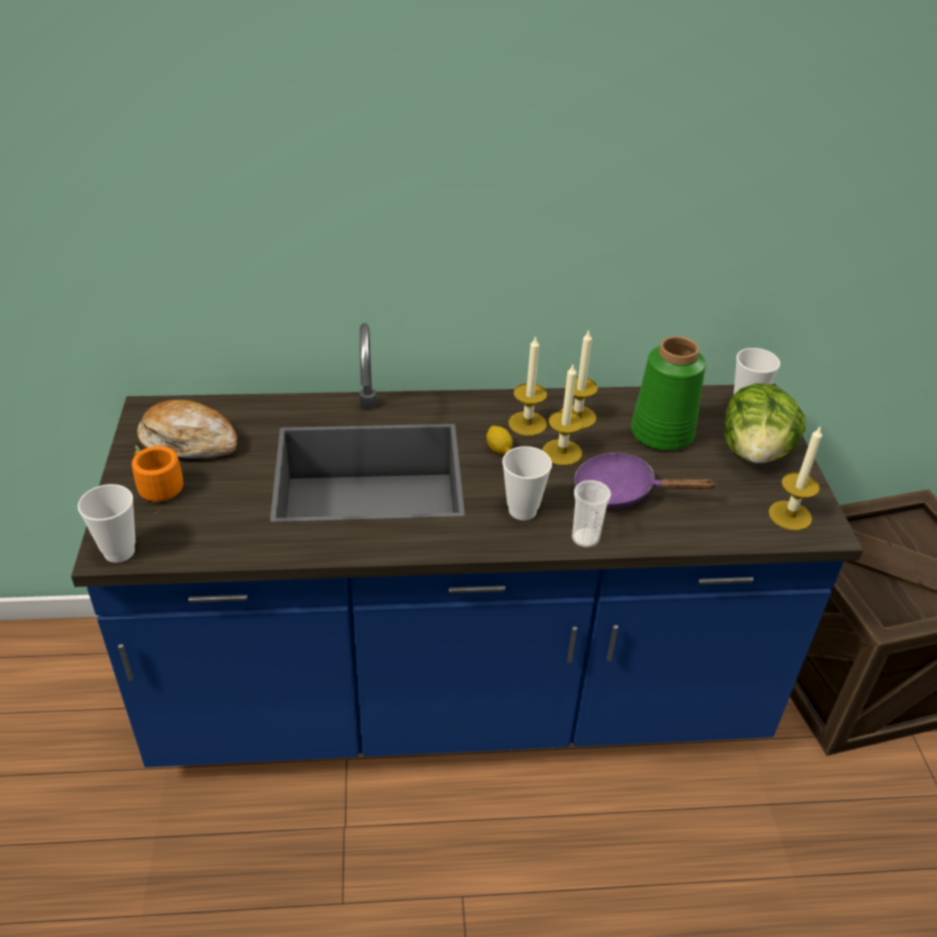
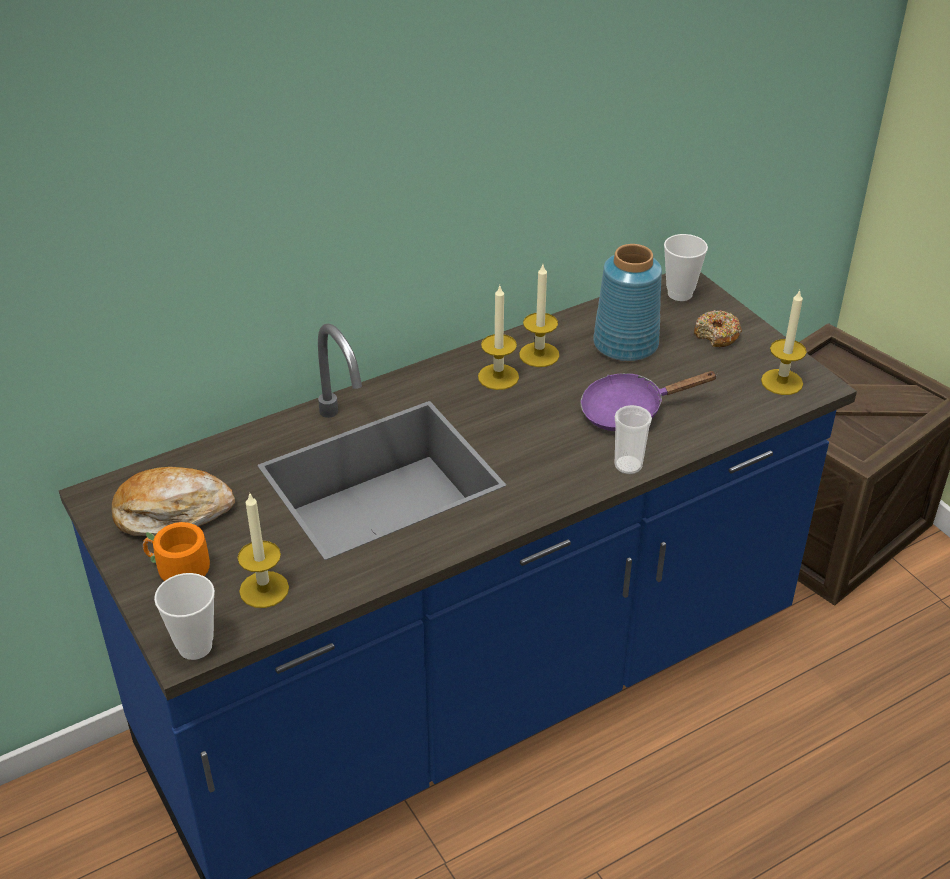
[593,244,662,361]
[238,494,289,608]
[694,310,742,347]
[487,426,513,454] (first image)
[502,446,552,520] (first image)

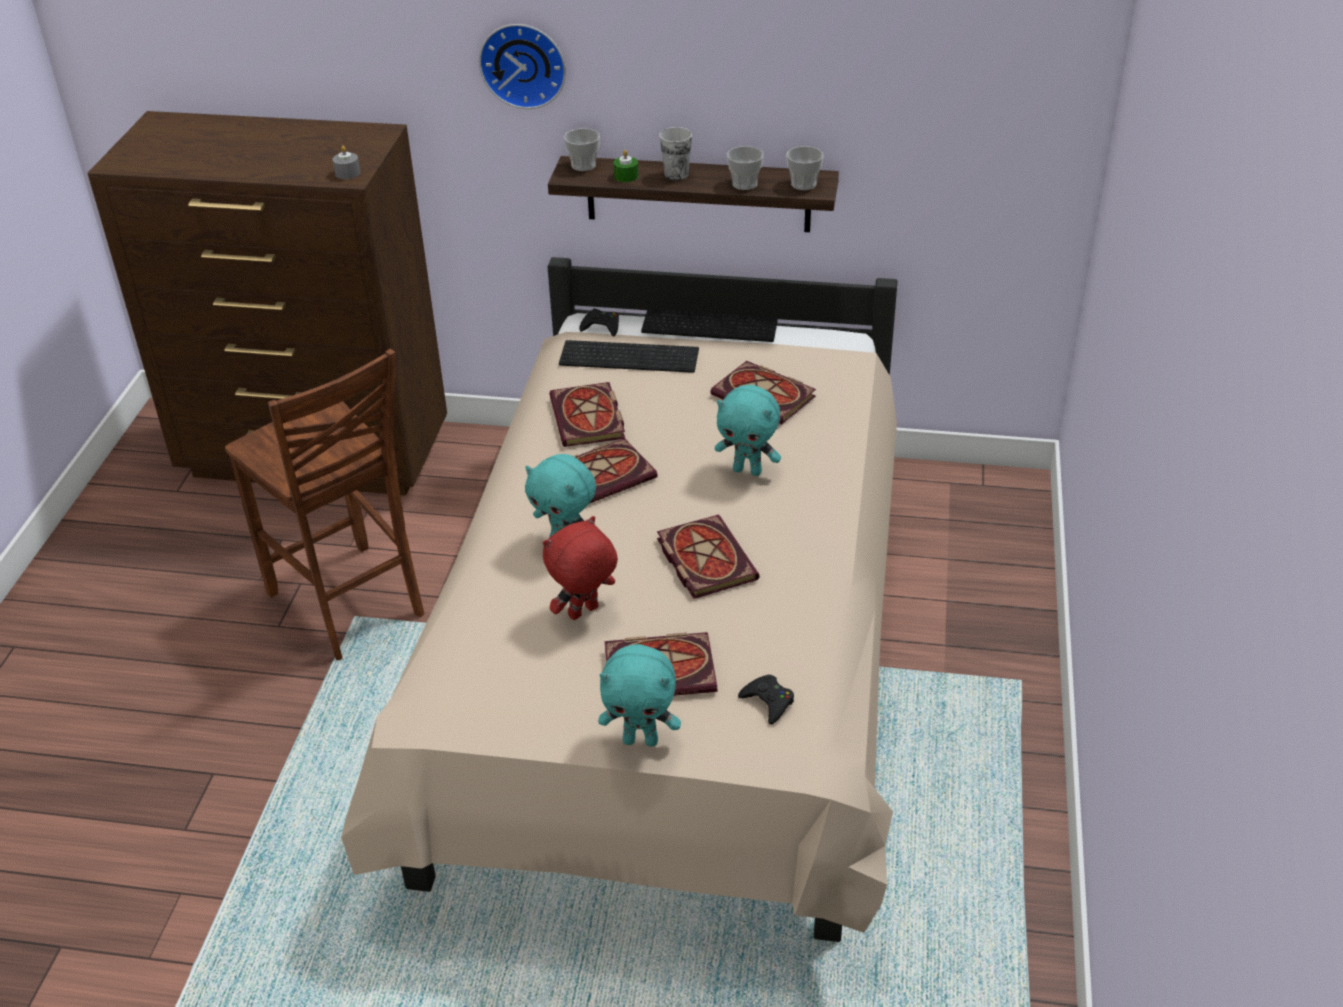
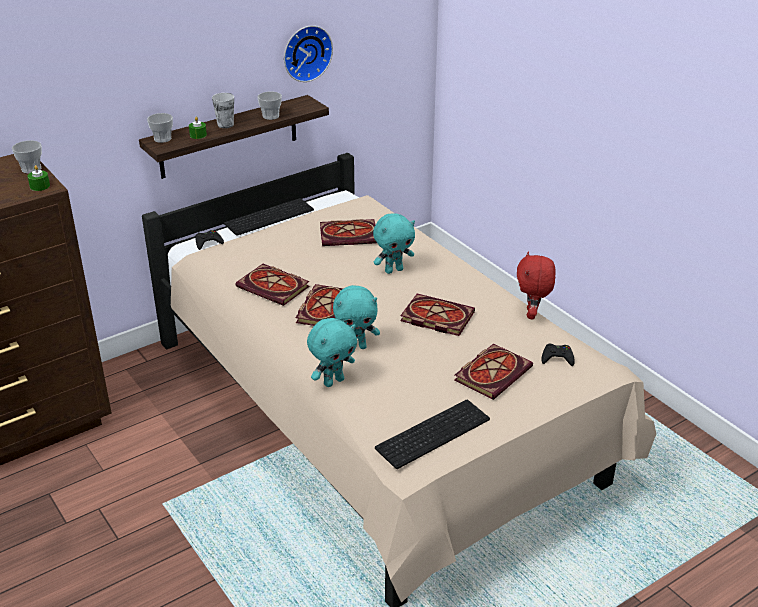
[284,25,333,82]
[27,165,50,191]
[12,140,42,174]
[375,400,490,469]
[225,349,424,660] (first image)
[517,252,556,319]
[307,318,357,387]

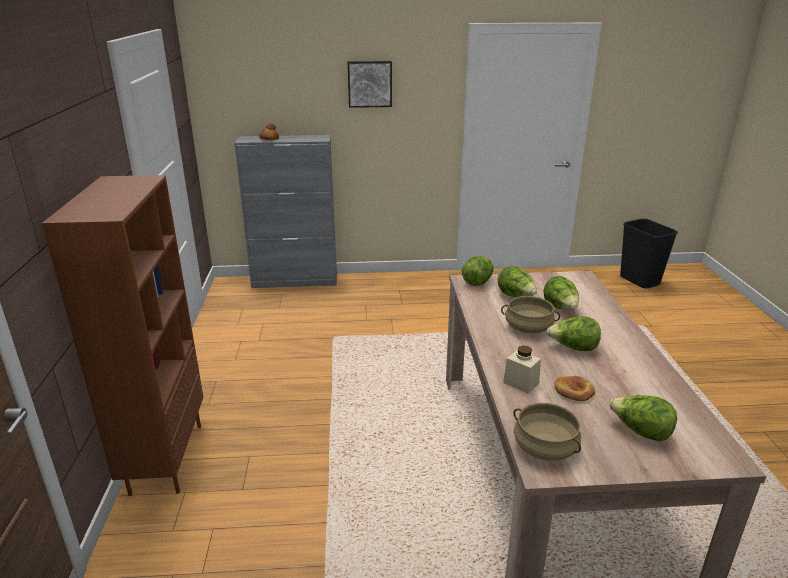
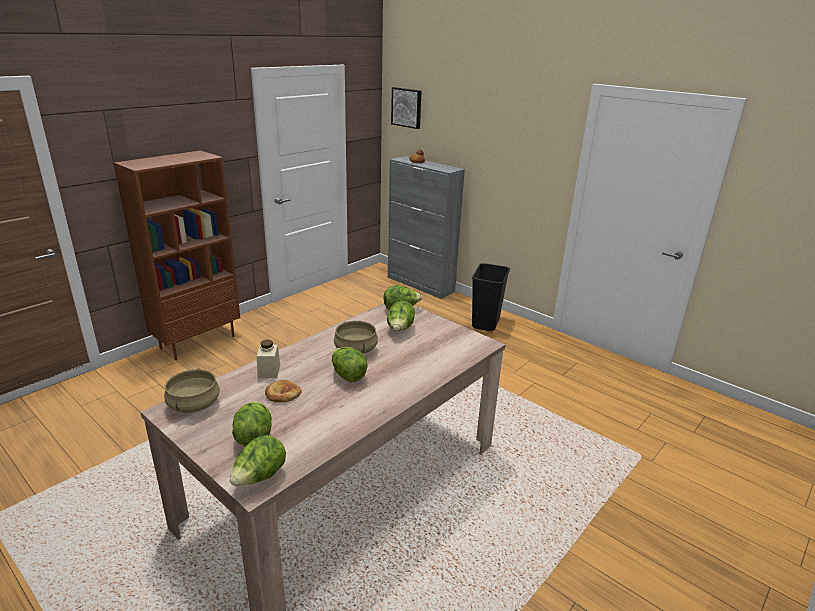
[391,87,422,129]
[472,263,510,331]
[230,435,286,486]

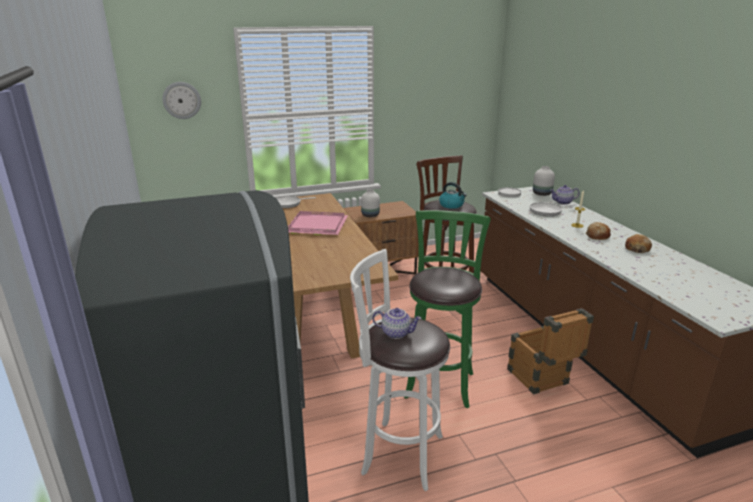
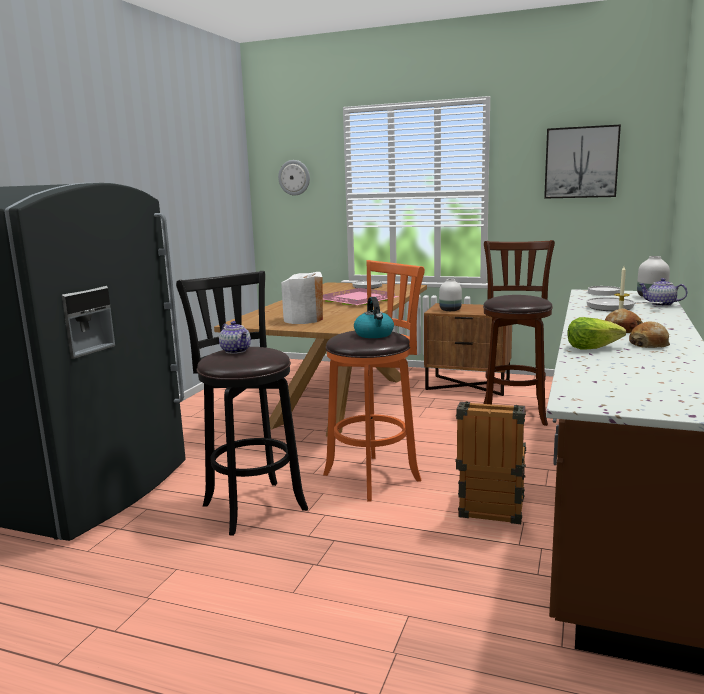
[354,297,394,338]
[323,260,425,502]
[176,271,308,536]
[544,124,621,199]
[281,272,323,324]
[567,317,626,350]

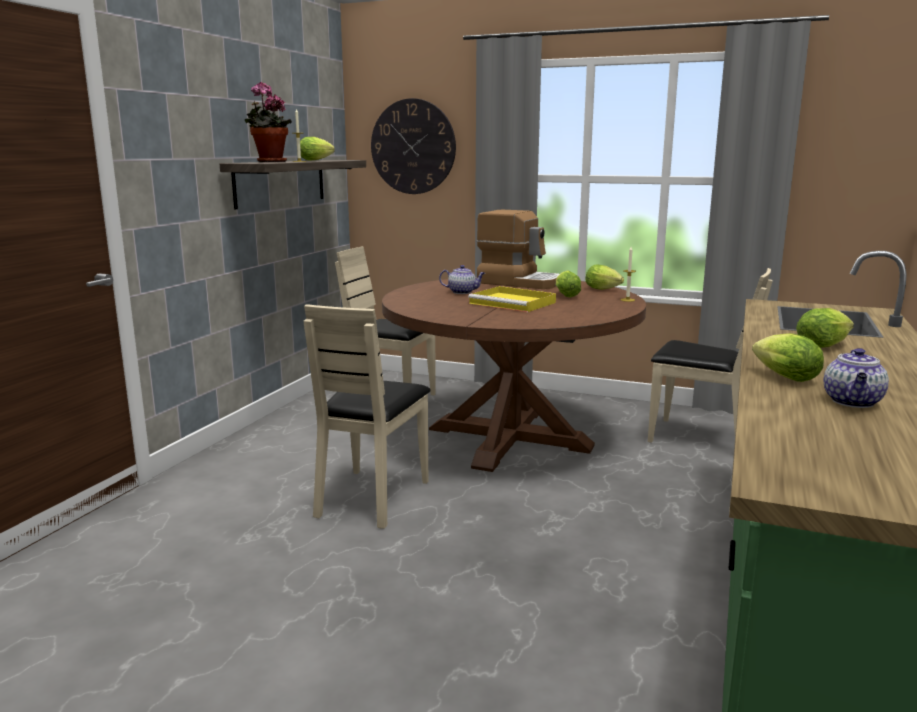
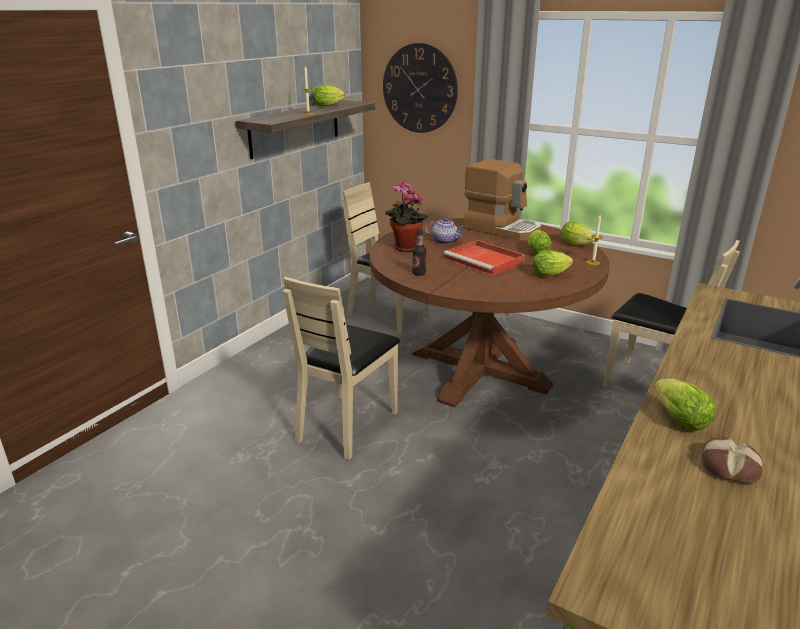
[385,181,428,252]
[444,240,525,276]
[532,250,573,276]
[702,437,763,483]
[412,228,426,276]

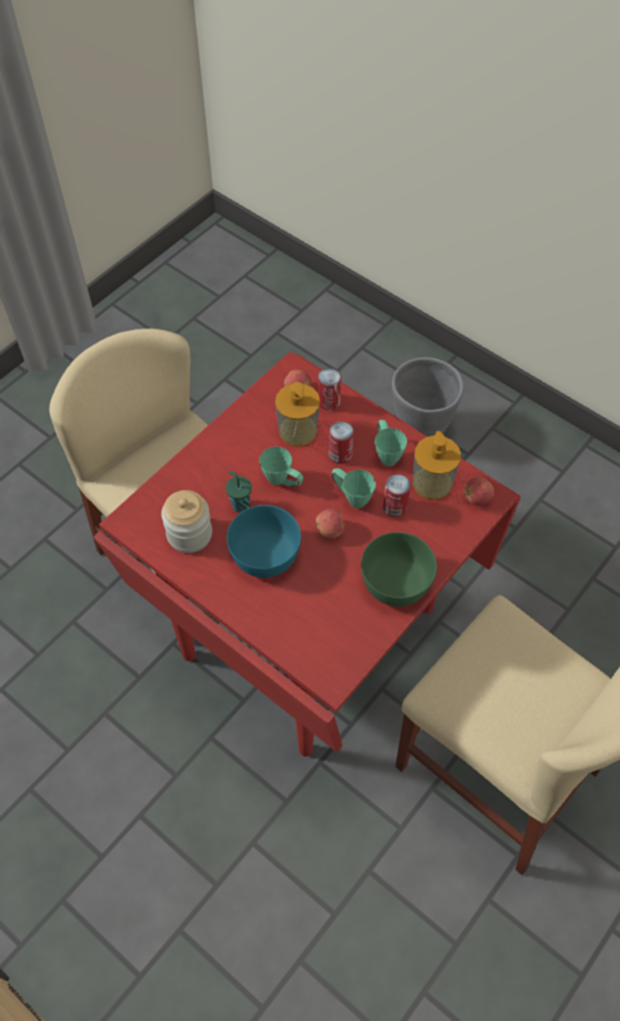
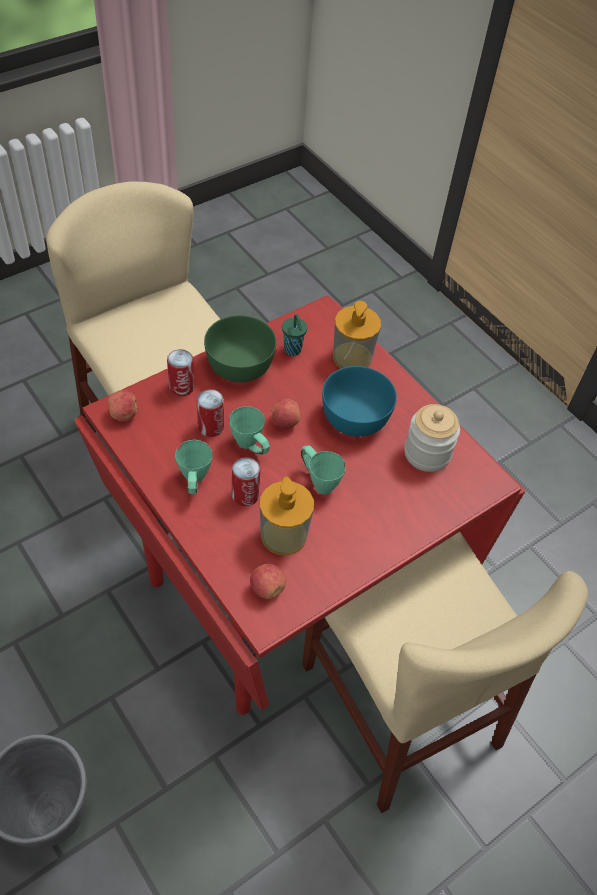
[167,349,195,396]
[333,301,381,368]
[282,314,307,356]

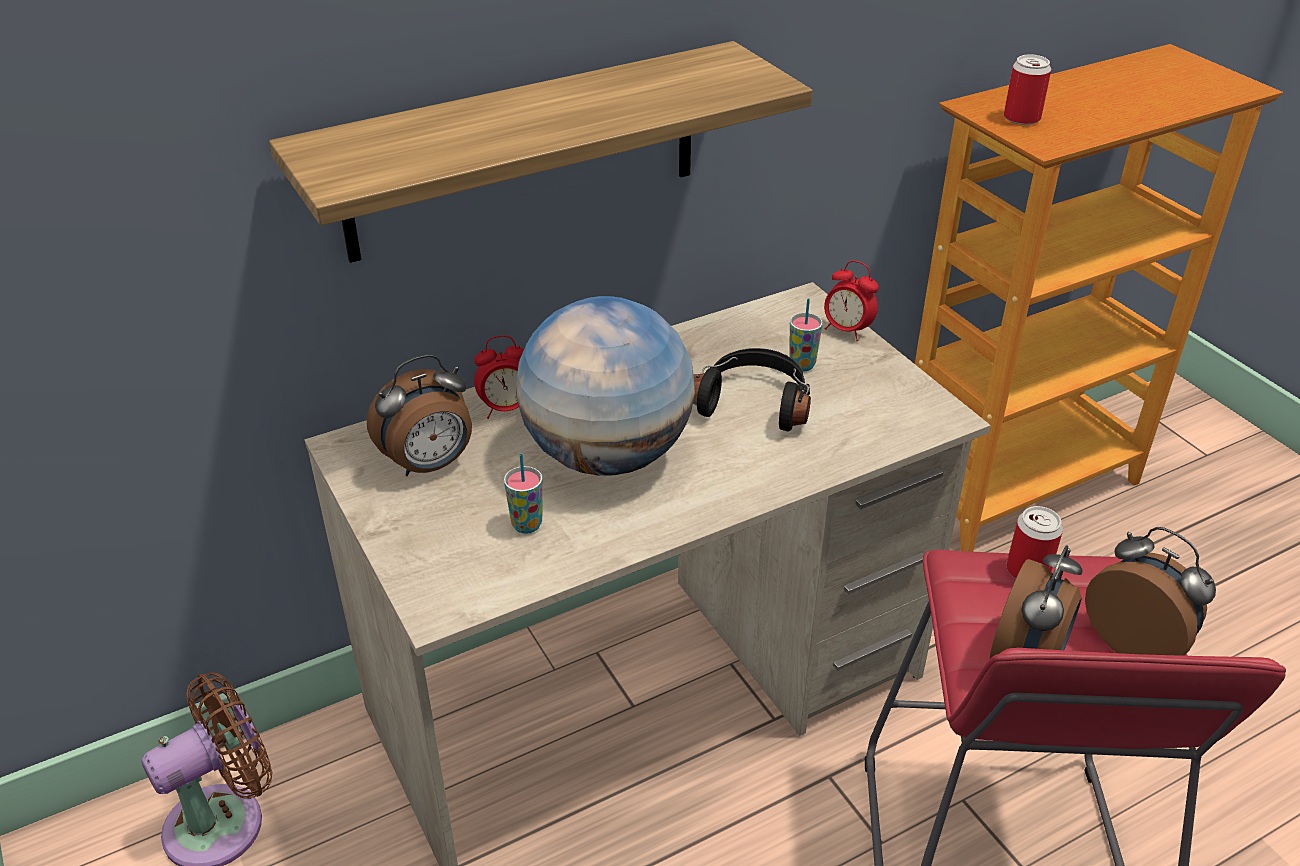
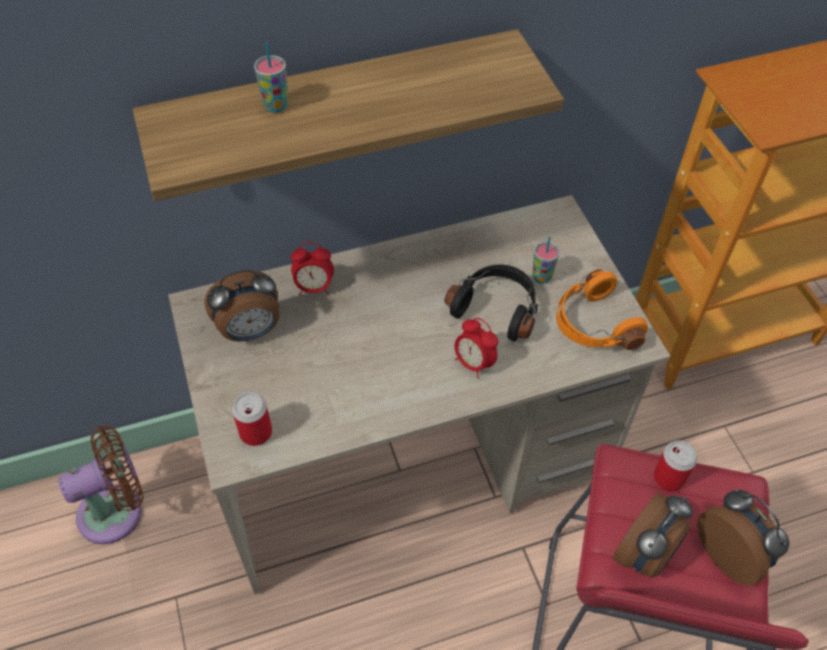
[232,392,272,446]
[455,318,498,378]
[516,296,695,475] (first image)
[254,42,288,113]
[556,269,648,350]

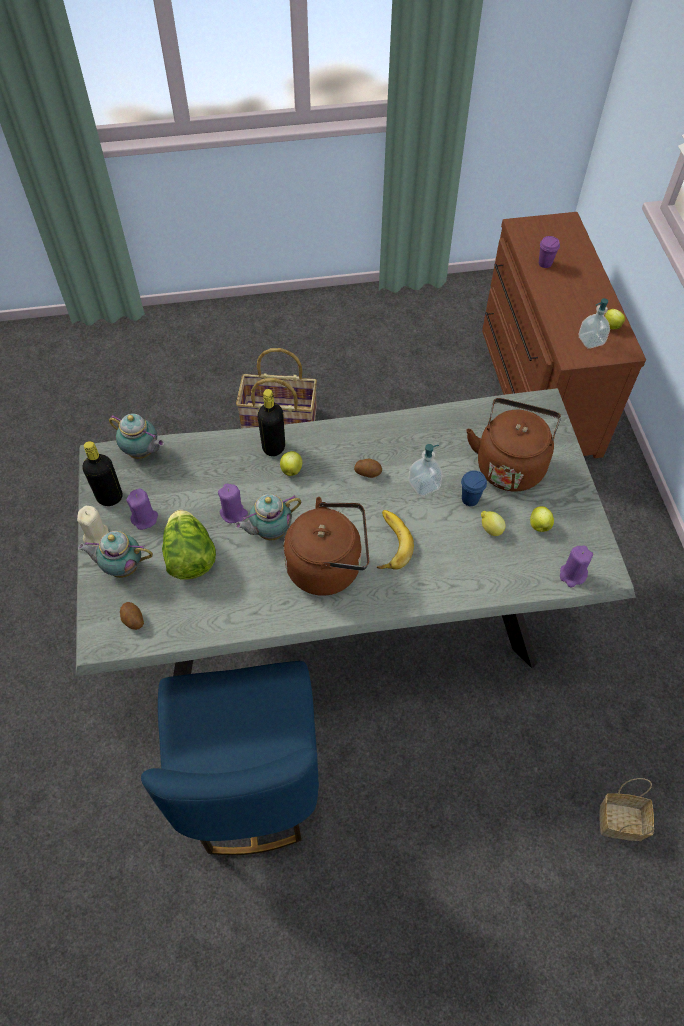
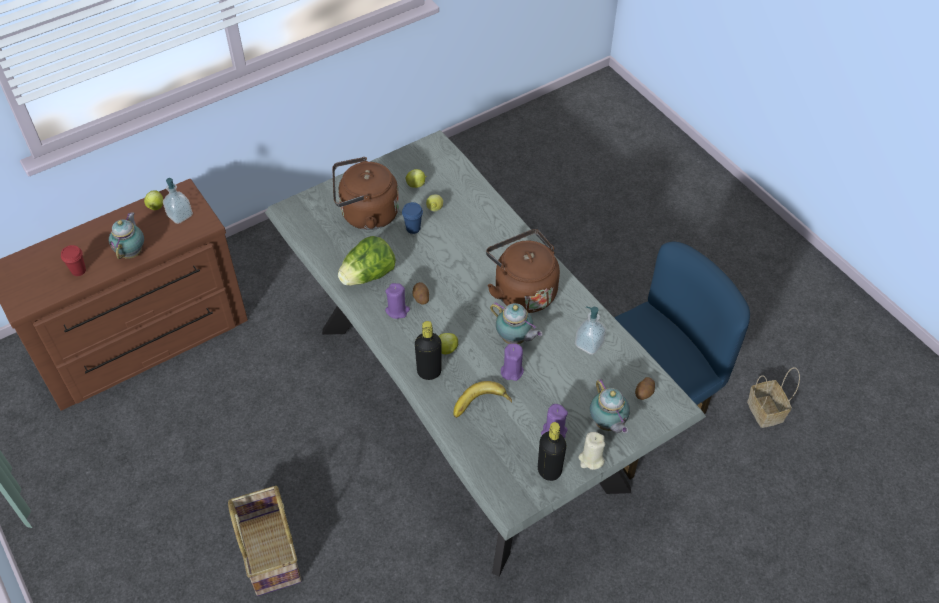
[61,245,86,276]
[109,212,144,259]
[575,306,606,355]
[338,236,396,286]
[454,381,512,418]
[385,283,410,319]
[747,367,800,428]

